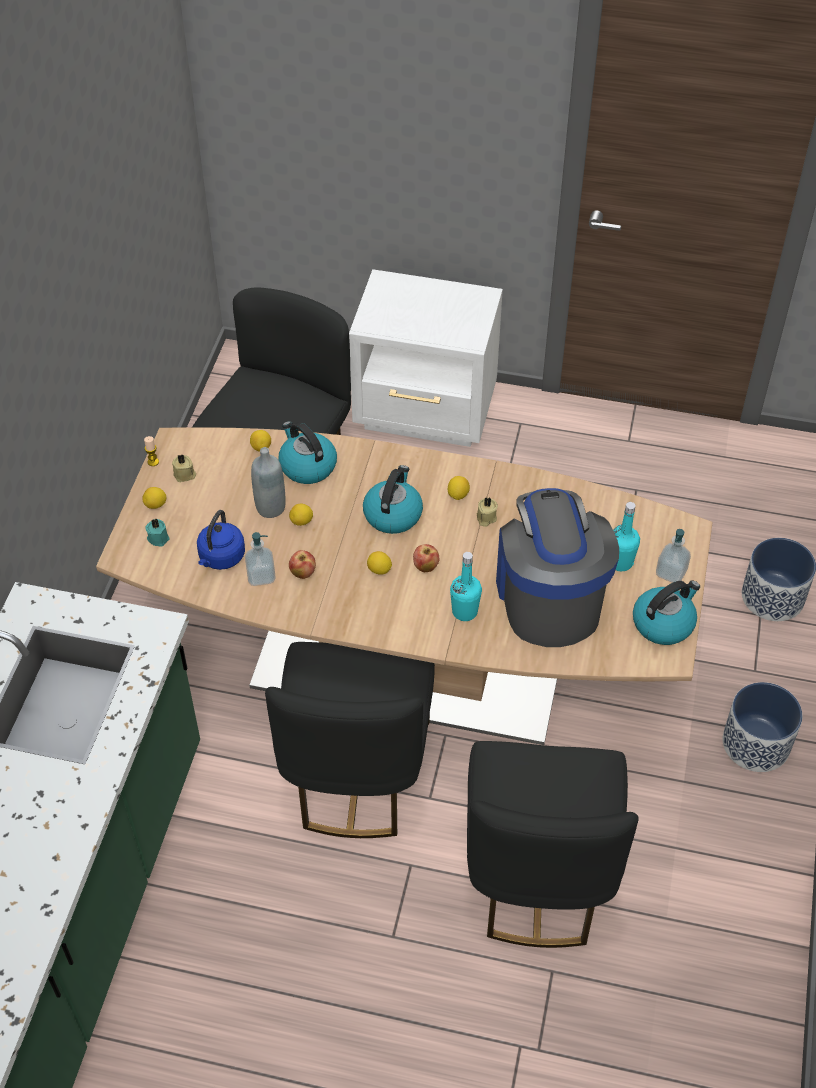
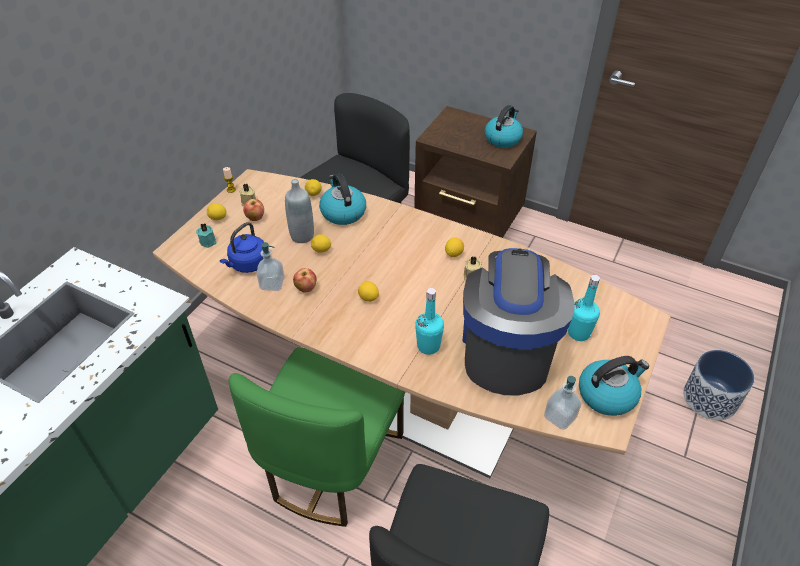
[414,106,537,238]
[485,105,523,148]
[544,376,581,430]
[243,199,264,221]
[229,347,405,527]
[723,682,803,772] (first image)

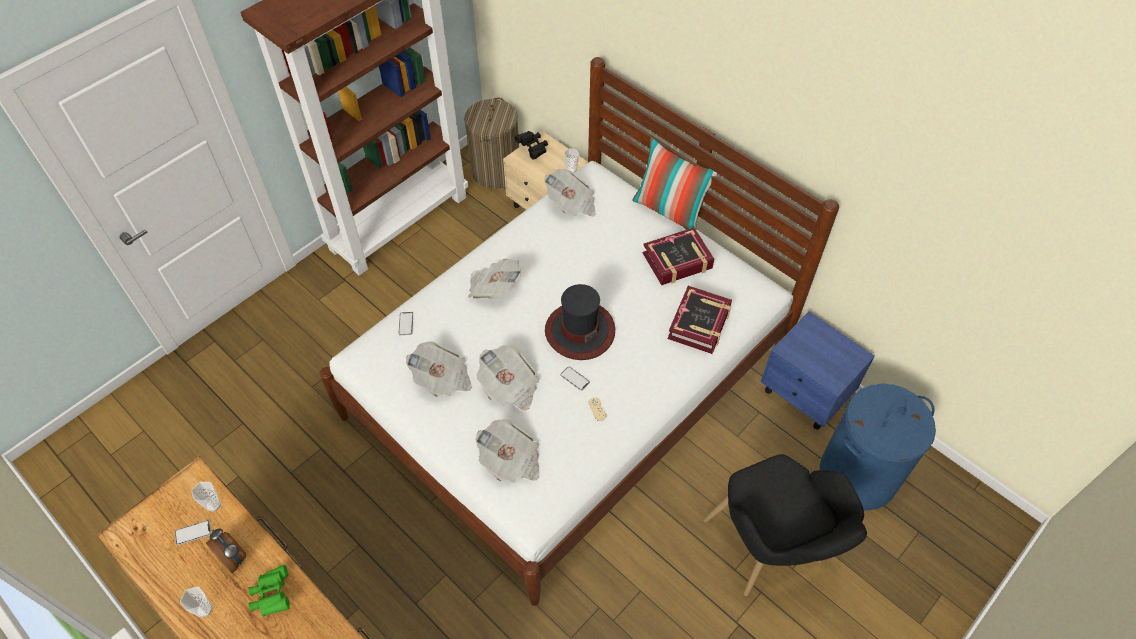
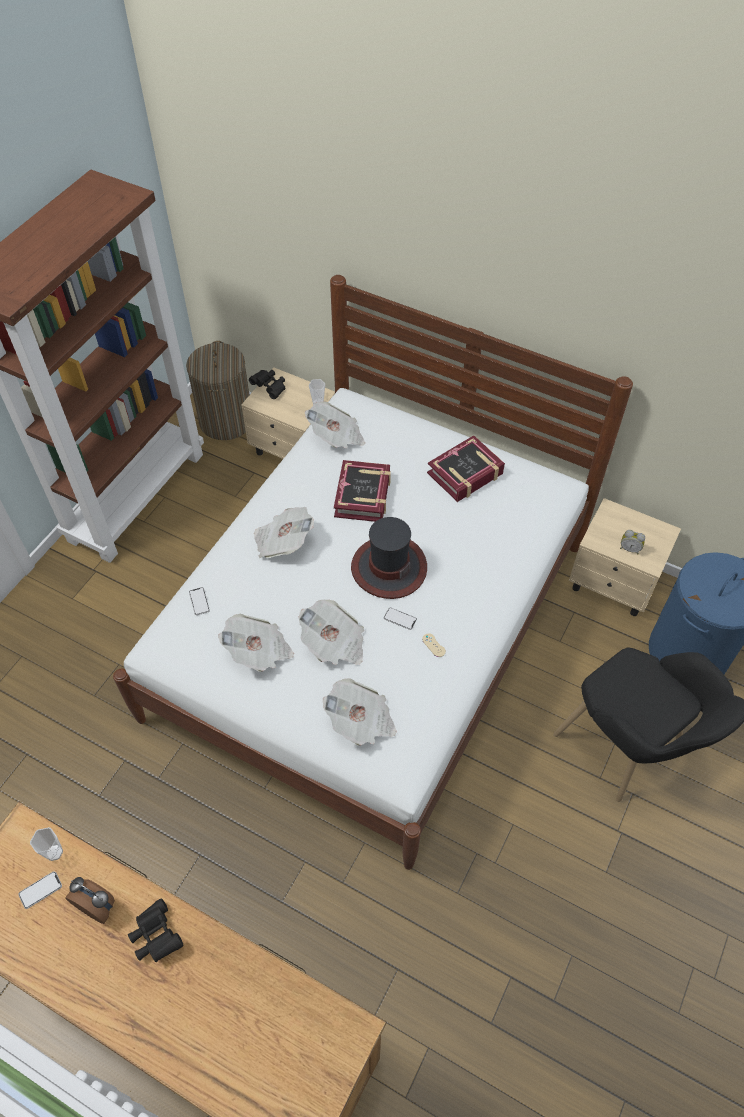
[632,137,718,230] (first image)
[334,460,391,522]
[569,498,681,616]
[128,898,183,962]
[180,587,213,618] (first image)
[620,530,645,554]

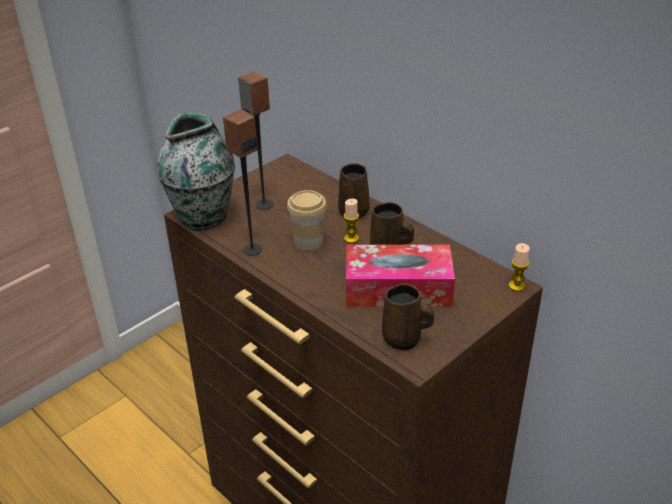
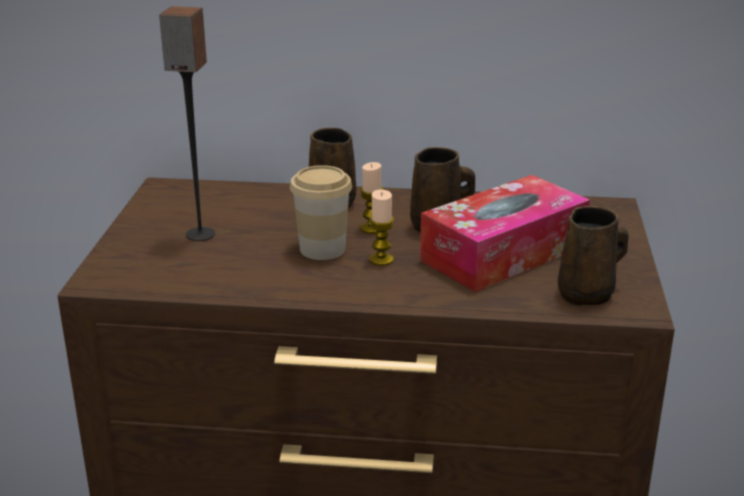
[223,110,262,256] (first image)
[157,113,235,231] (first image)
[369,189,394,266]

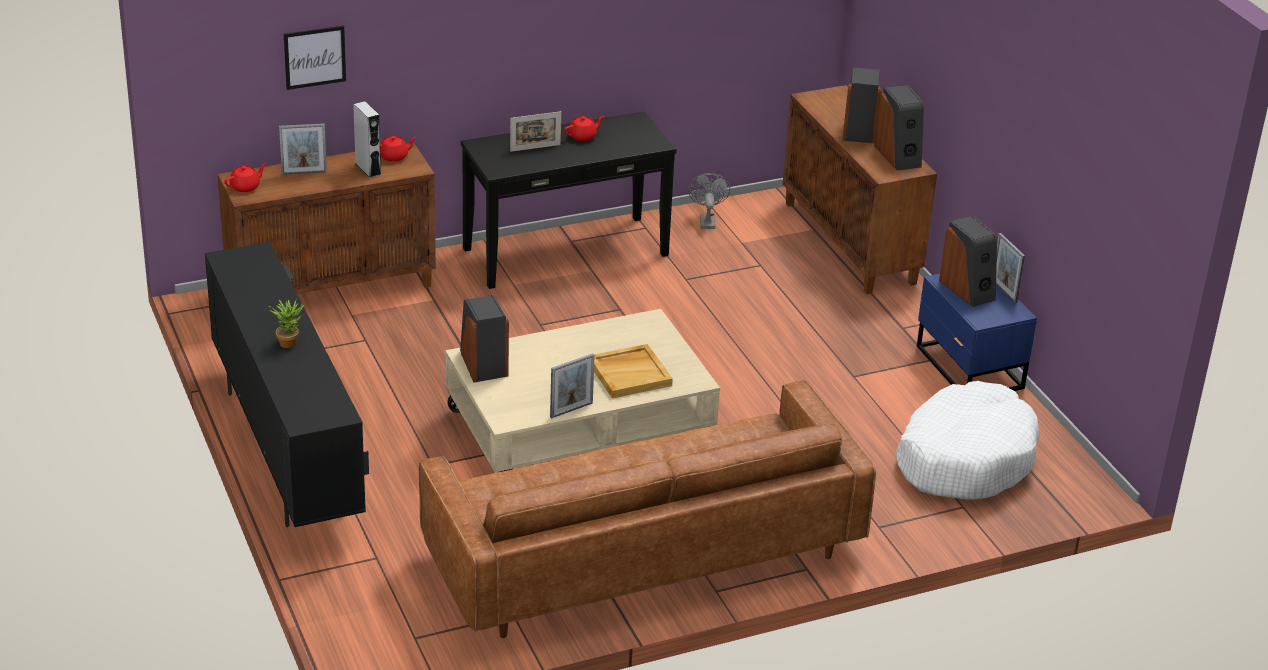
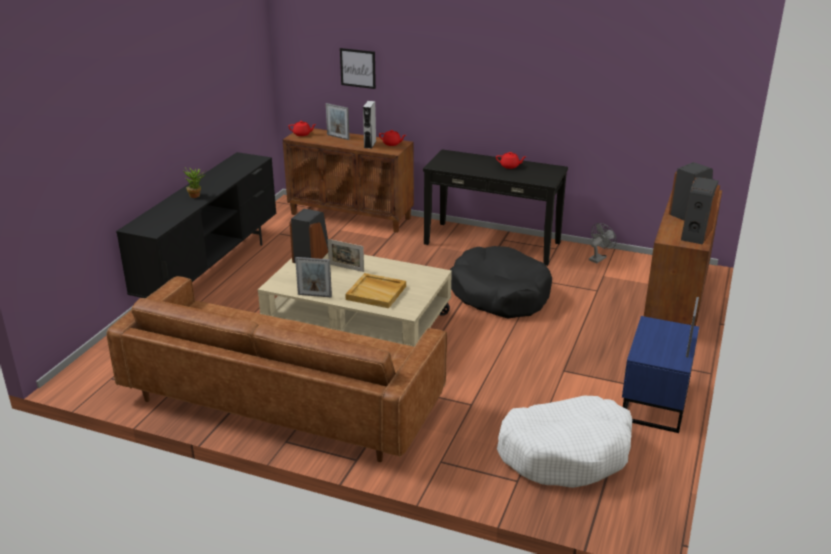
[328,239,364,272]
[939,215,997,307] (first image)
[450,246,552,319]

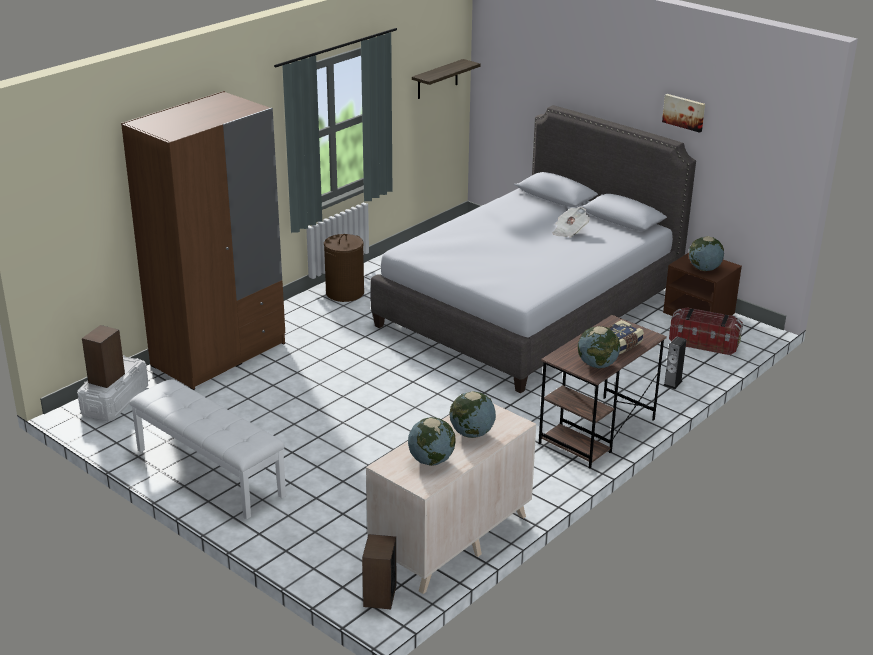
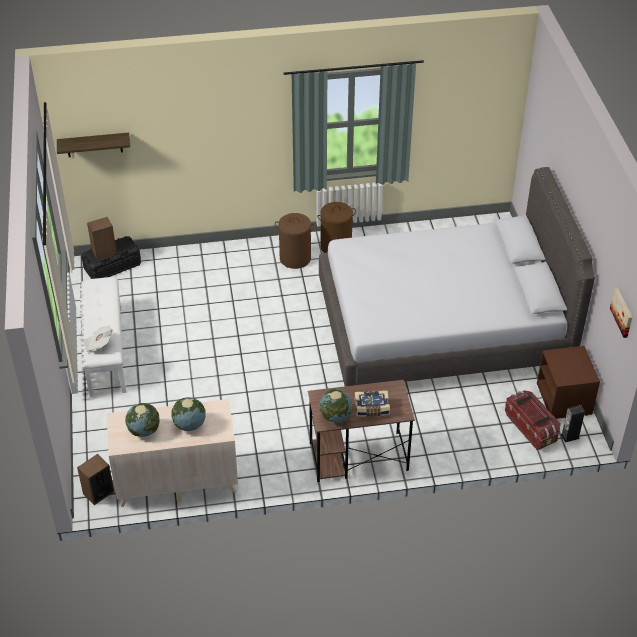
[57,133,130,157]
[121,91,285,390] (first image)
[610,288,633,338]
[83,325,113,352]
[689,236,724,271] (first image)
[561,405,585,443]
[81,236,141,279]
[275,213,315,269]

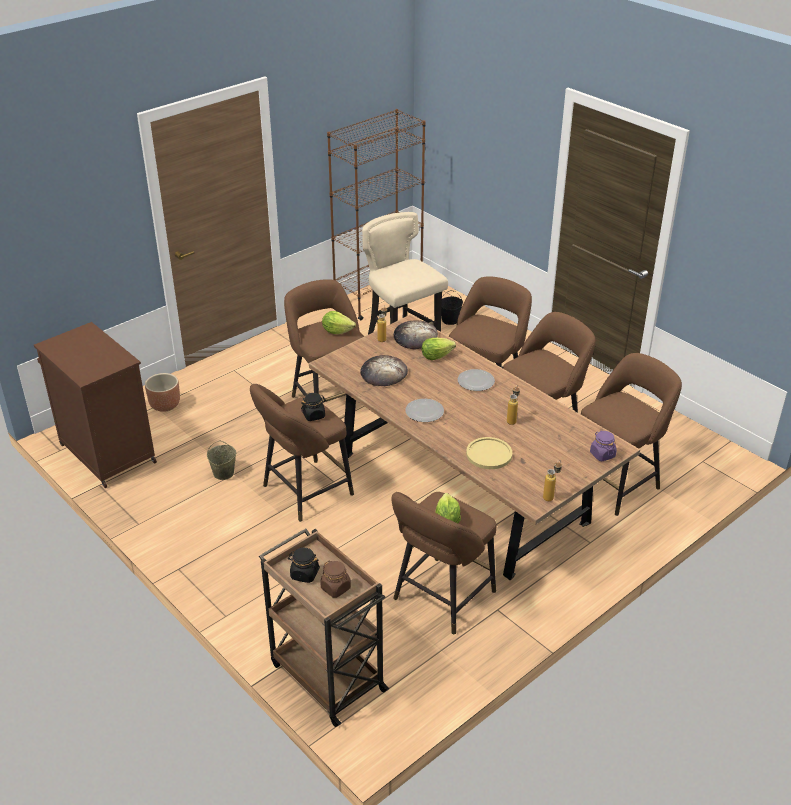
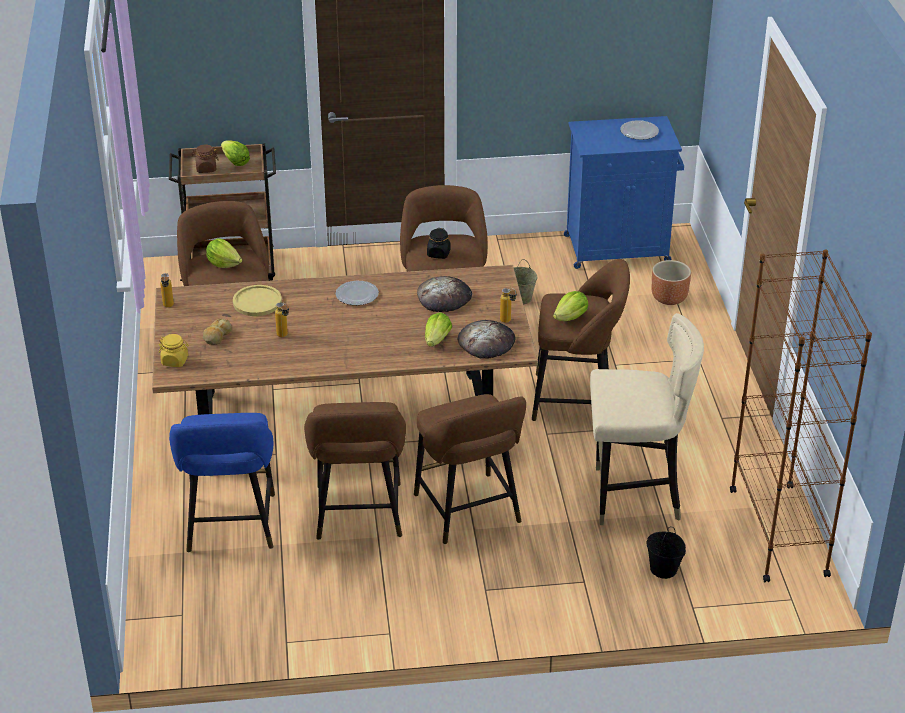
[564,116,684,269]
[169,413,275,552]
[620,120,659,140]
[159,334,189,367]
[221,140,250,166]
[203,319,232,345]

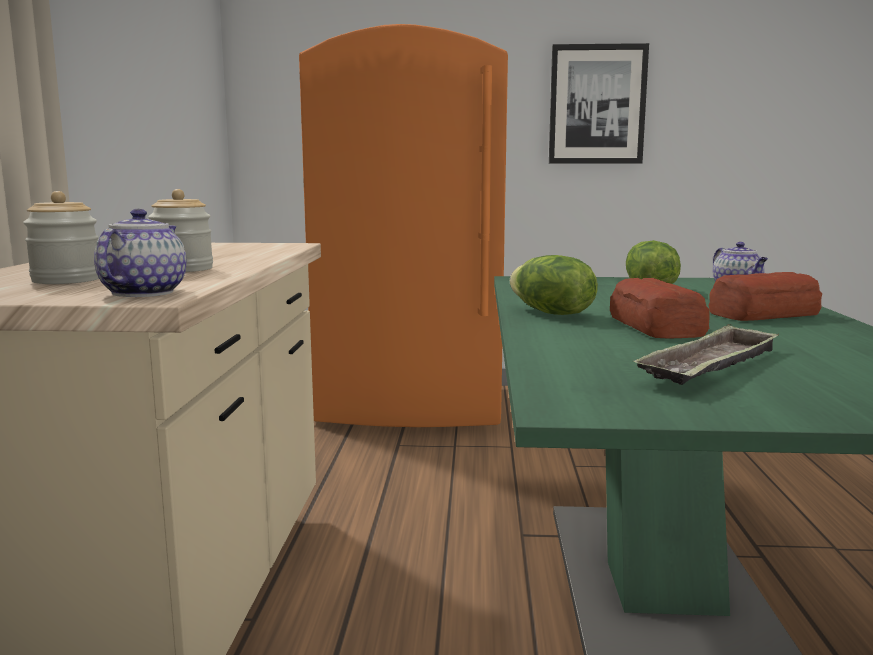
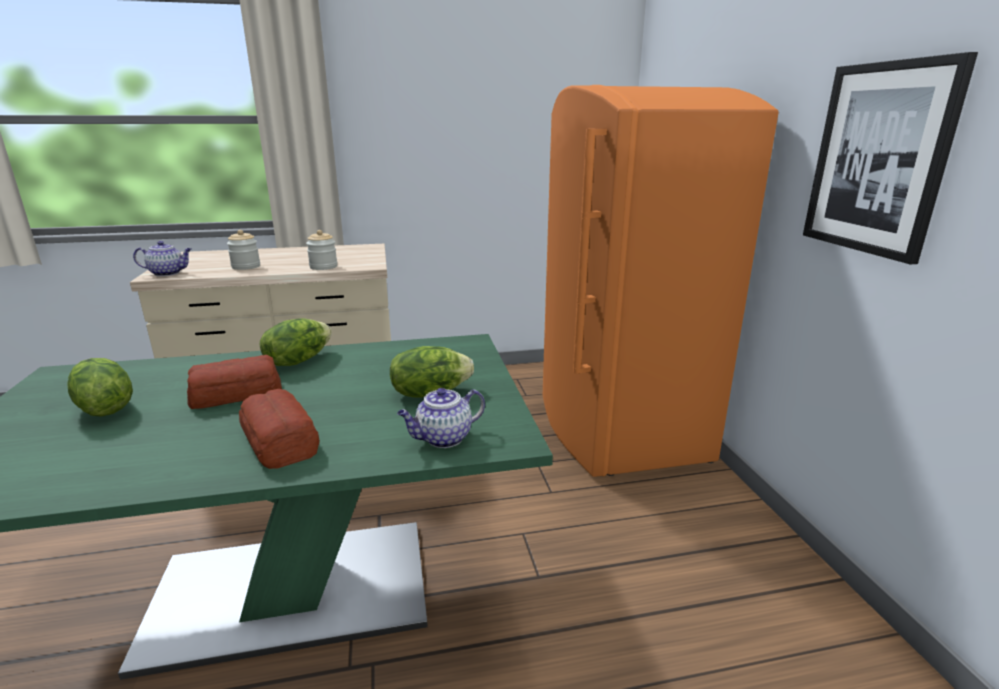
[306,230,337,270]
[67,358,133,417]

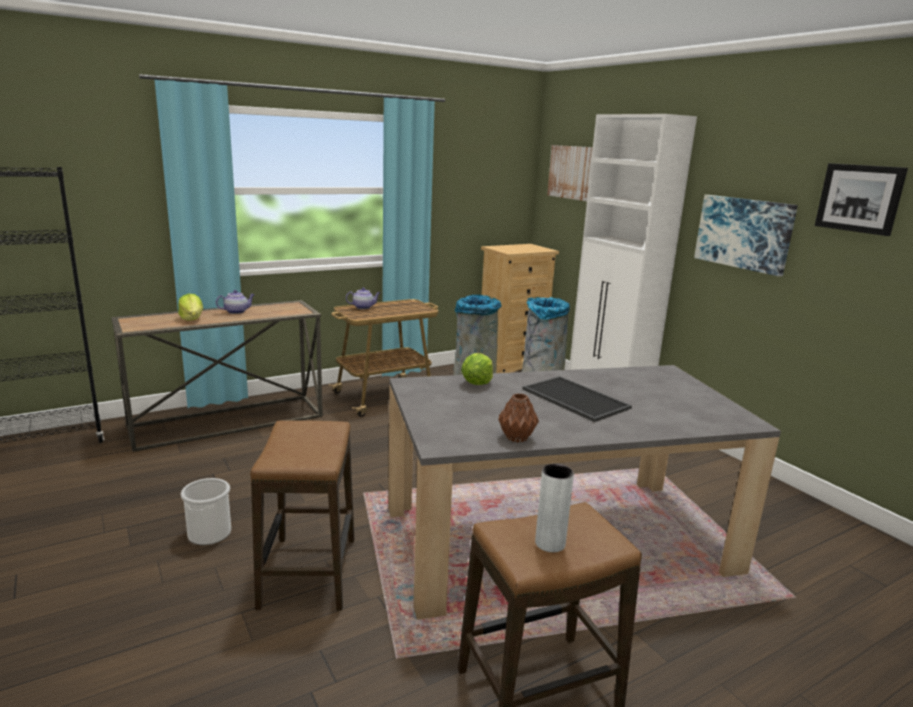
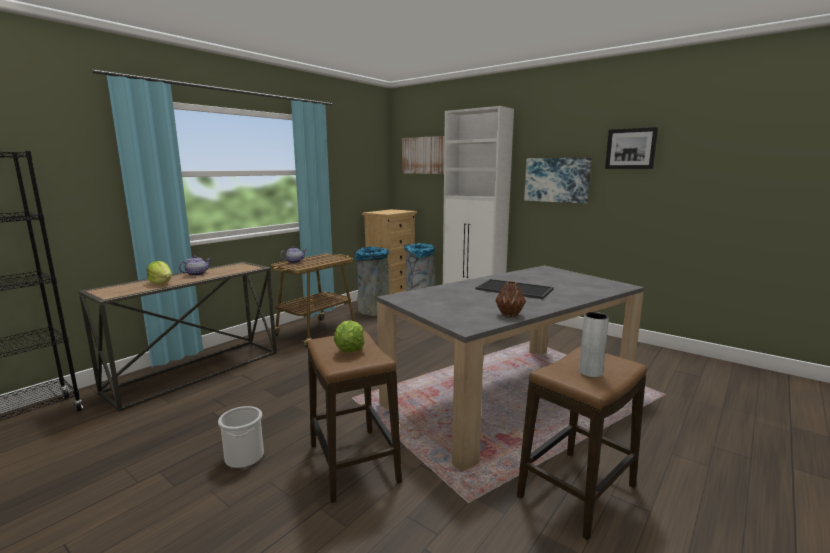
[334,320,365,353]

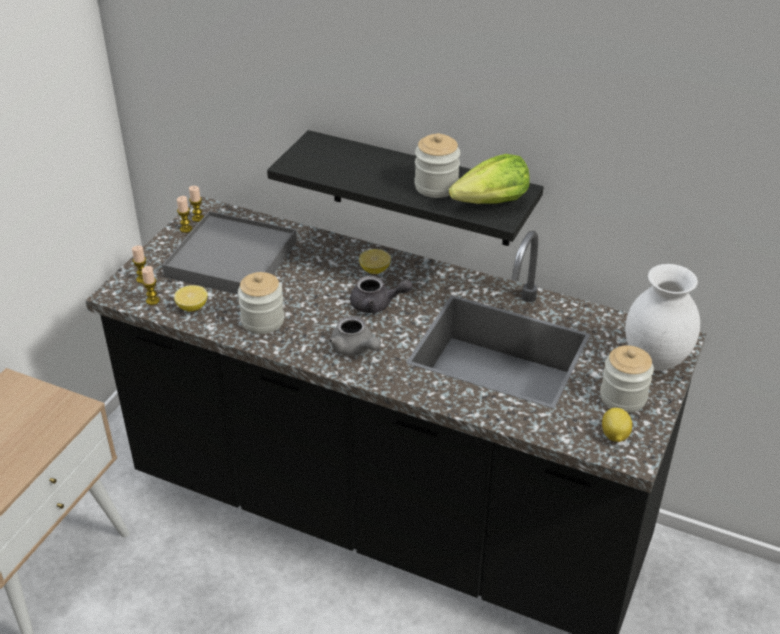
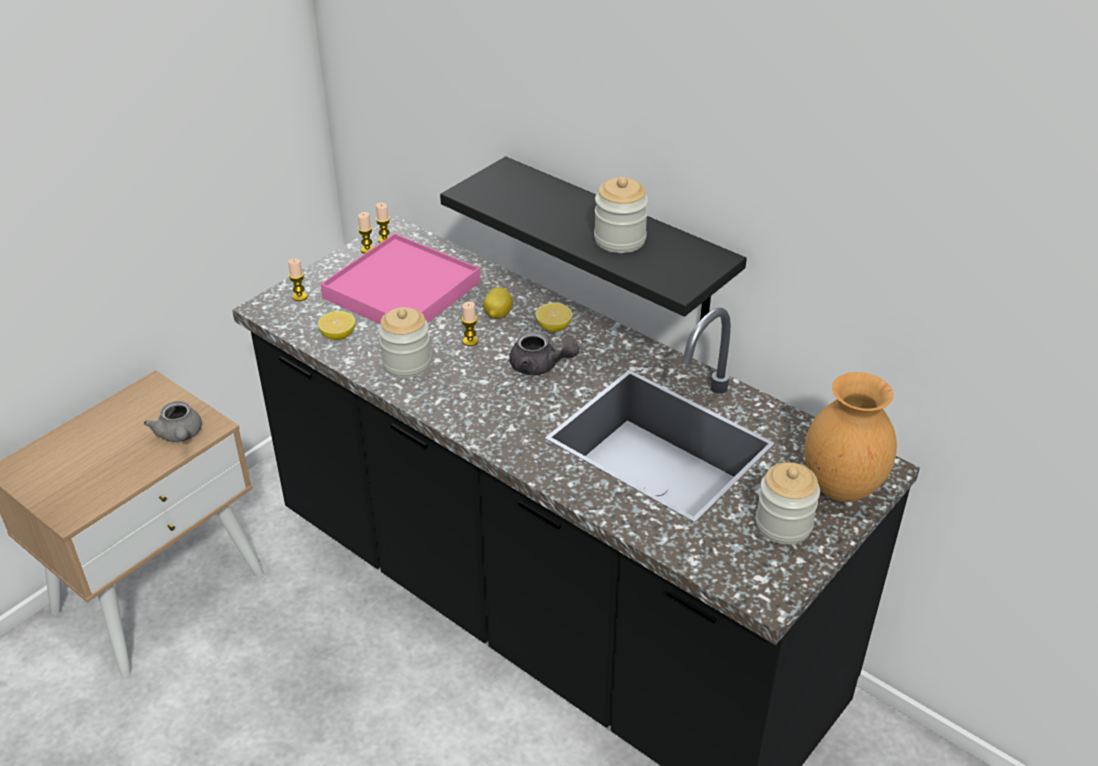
[449,154,530,204] (first image)
[320,233,480,324]
[805,372,897,502]
[461,301,478,346]
[144,401,202,442]
[483,287,513,319]

